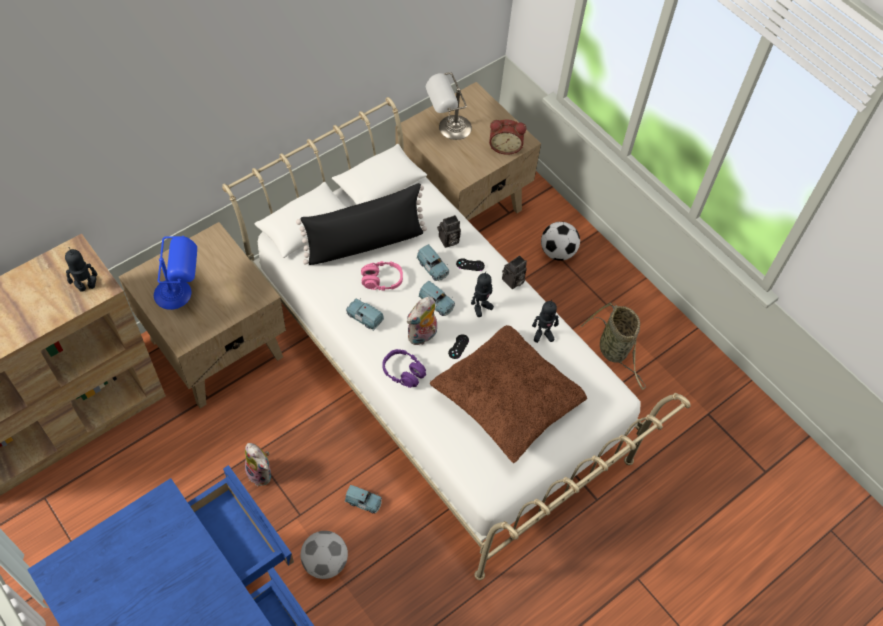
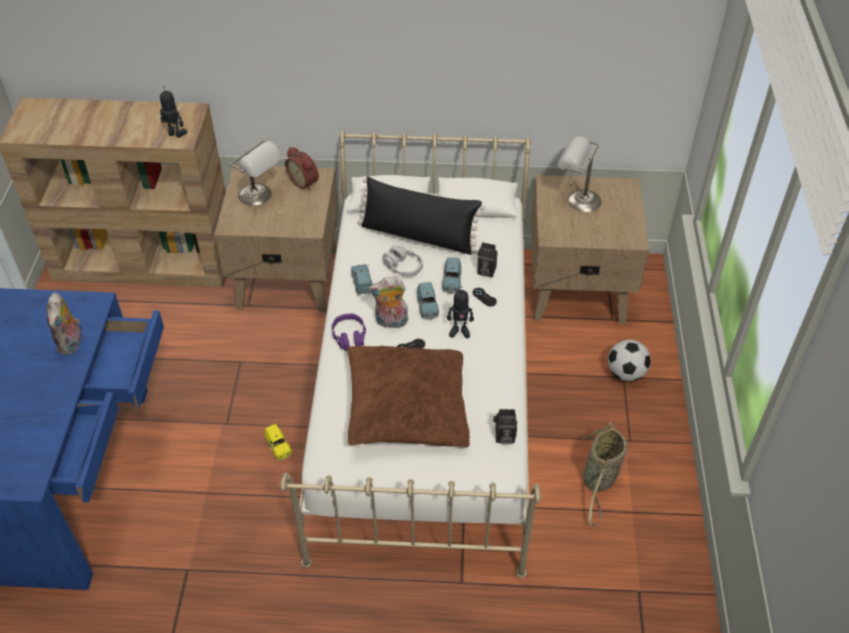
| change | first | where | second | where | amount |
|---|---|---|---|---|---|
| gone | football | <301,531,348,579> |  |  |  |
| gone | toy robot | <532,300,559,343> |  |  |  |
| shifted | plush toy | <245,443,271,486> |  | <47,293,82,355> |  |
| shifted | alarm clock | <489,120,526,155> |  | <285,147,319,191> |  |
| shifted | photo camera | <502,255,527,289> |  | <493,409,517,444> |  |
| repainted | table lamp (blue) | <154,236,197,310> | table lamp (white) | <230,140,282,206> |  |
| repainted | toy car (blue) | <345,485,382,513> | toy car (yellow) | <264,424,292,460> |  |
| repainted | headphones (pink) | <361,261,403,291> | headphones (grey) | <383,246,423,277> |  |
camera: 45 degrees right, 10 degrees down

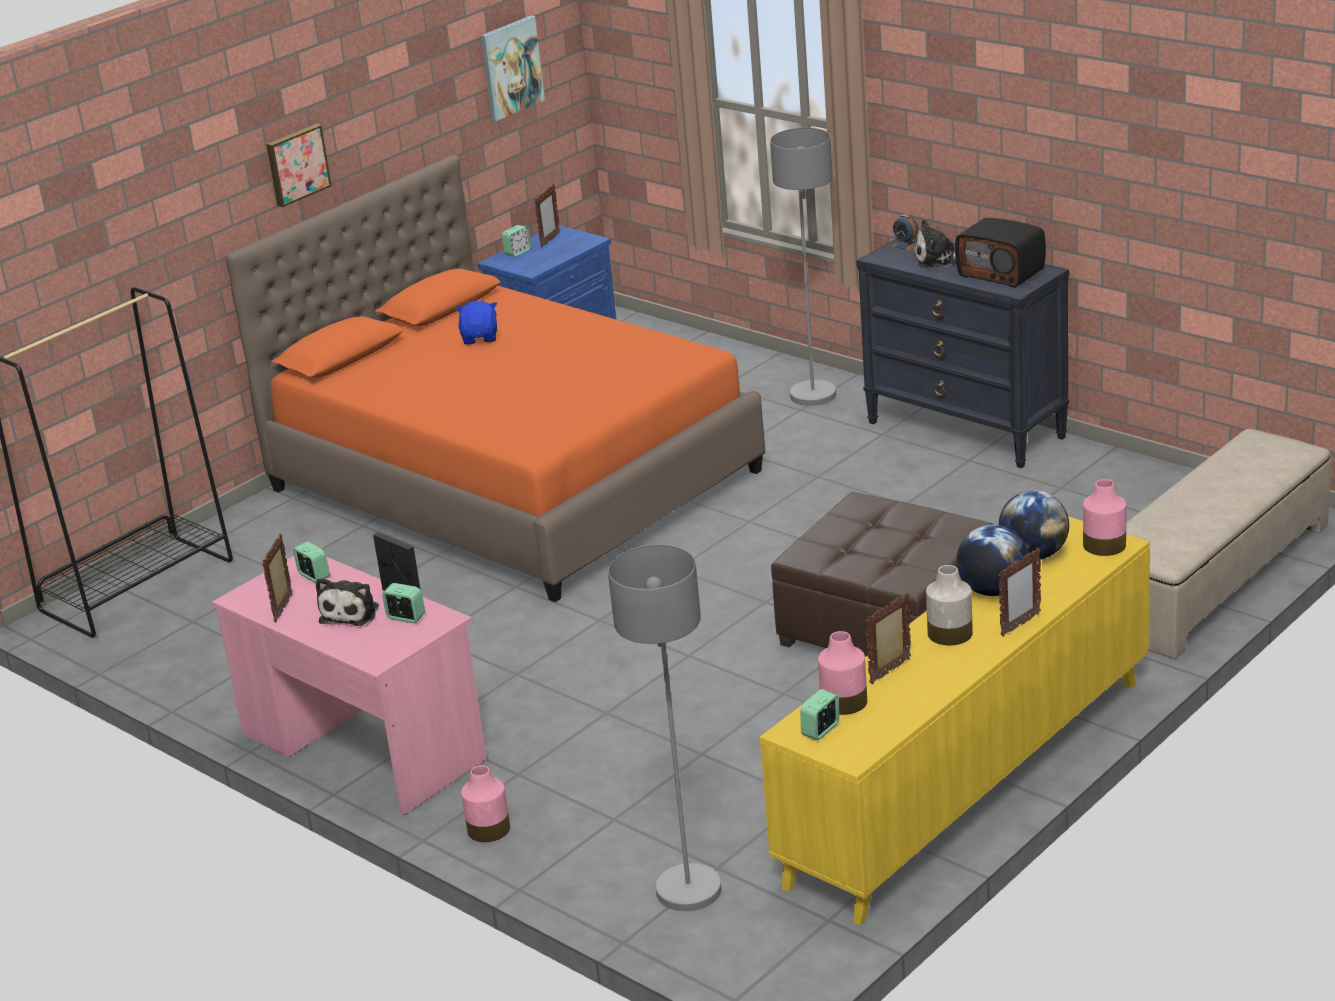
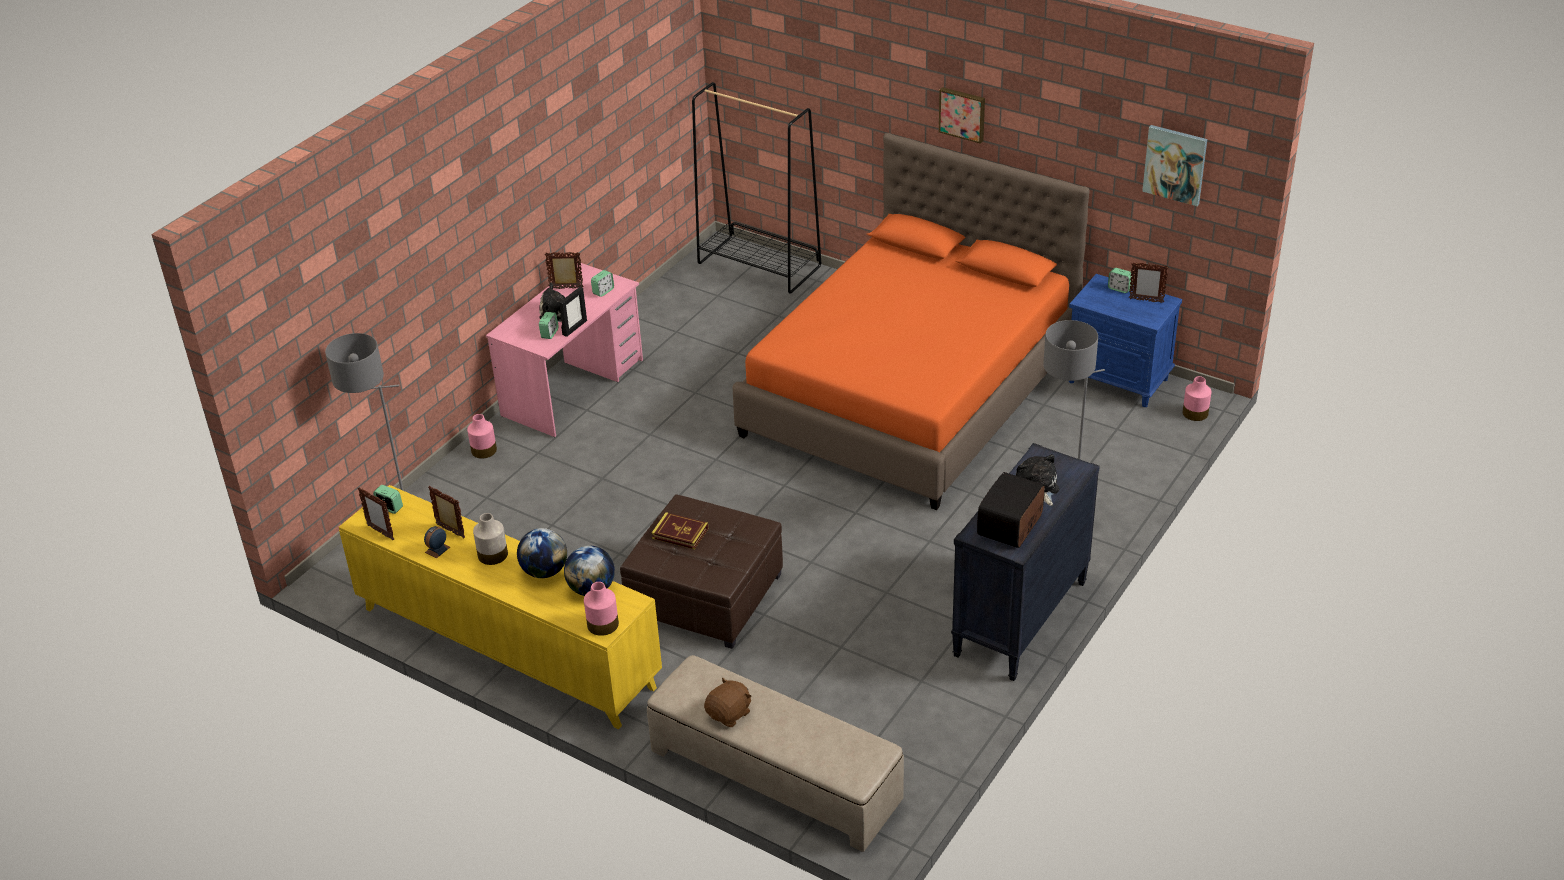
| change | first | where | second | where | amount |
|---|---|---|---|---|---|
| gone | plush toy (blue) | <456,301,497,345> |  |  |  |
| new |  |  | book | <652,512,708,549> |  |
| new |  |  | plush toy (brown) | <704,677,752,727> |  |
| shifted | vase (pink) | <818,631,867,715> |  | <1183,376,1212,421> |  |
| shifted | alarm clock | <892,215,918,251> |  | <424,526,450,558> |  |
| shifted | picture frame | <998,547,1041,637> |  | <358,487,394,540> |  |
camera: 80 degrees right, 10 degrees up

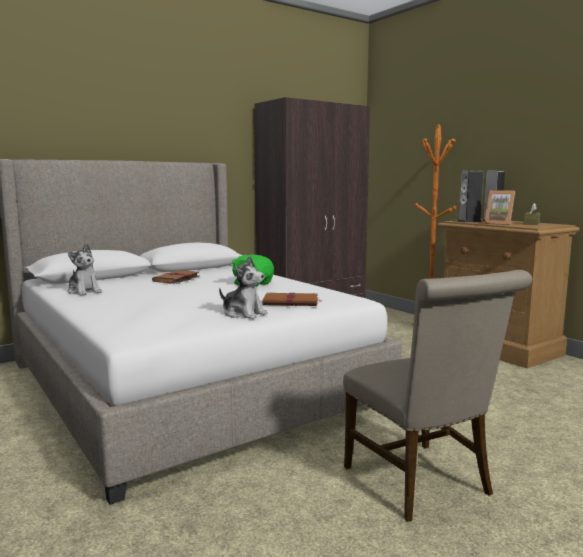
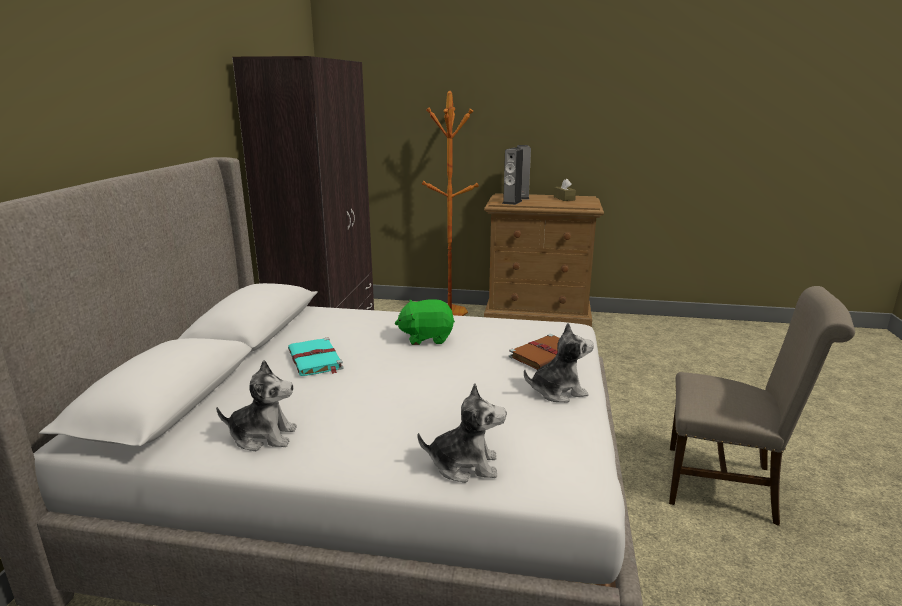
| change | first | where | second | where | amount |
|---|---|---|---|---|---|
| gone | picture frame | <484,190,515,225> |  |  |  |
| new |  |  | plush toy | <418,383,507,483> |  |
| repainted | book (brown) | <152,270,200,284> | book (turquoise) | <288,338,344,376> |  |
camera: 45 degrees left, 10 degrees up

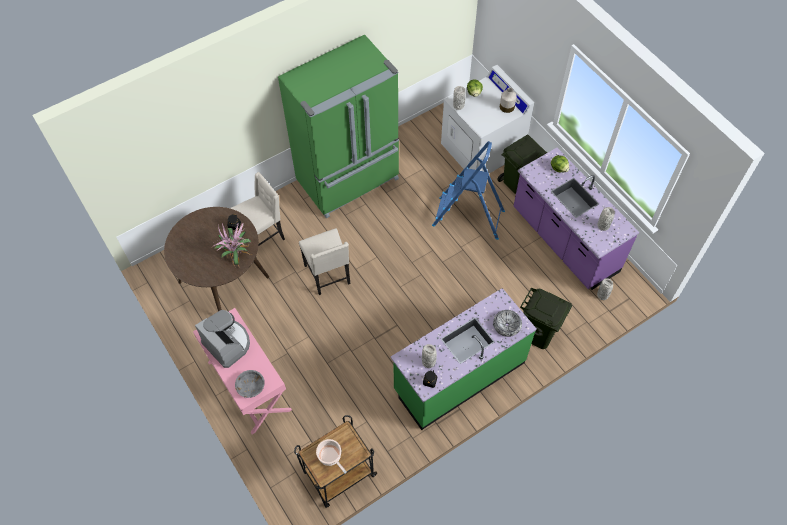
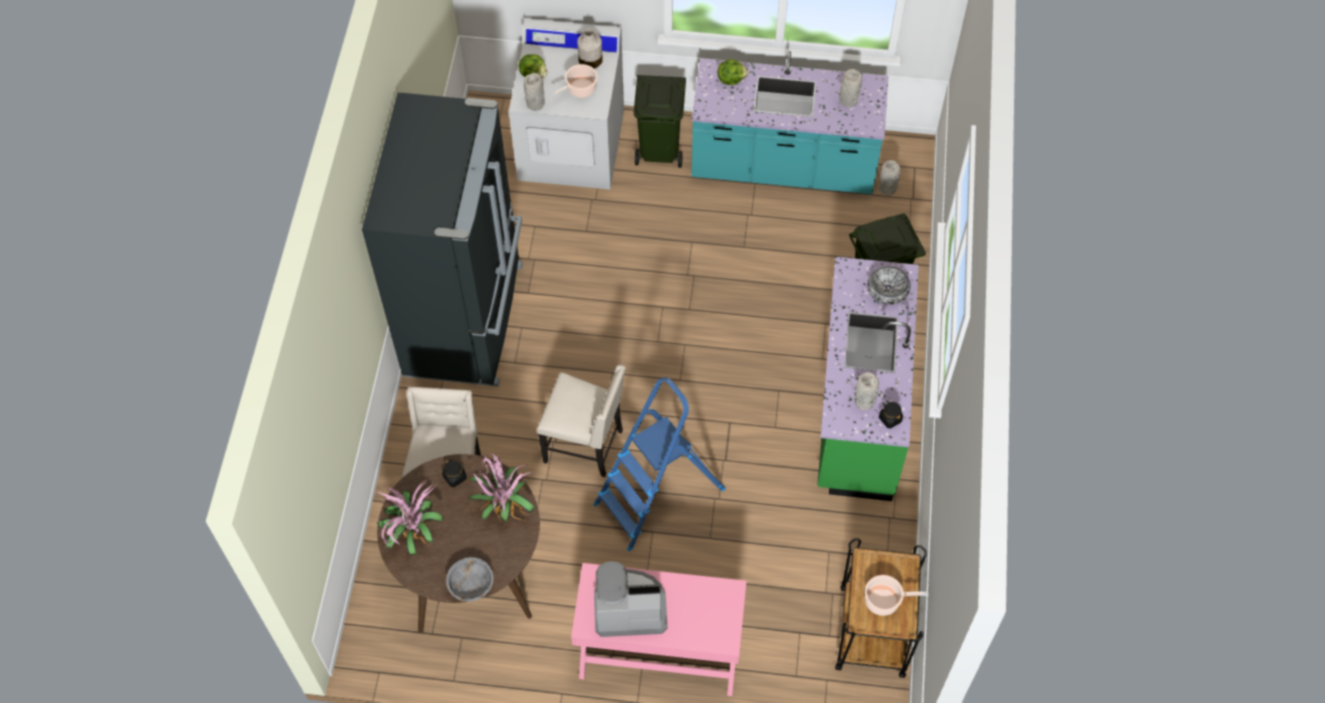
| change | first | where | second | where | amount |
|---|---|---|---|---|---|
| new |  |  | potted plant | <377,480,443,555> |  |
| new |  |  | cooking pot | <552,64,598,98> |  |
| shifted | bowl (grey) | <235,370,265,398> |  | <446,557,494,602> |  |
| shifted | step ladder (blue) | <432,141,505,240> |  | <594,377,726,551> |  |
| repainted | fridge (green) | <278,35,399,218> | fridge (black) | <362,92,523,387> |  |
| repainted | counter (purple) | <514,148,639,290> | counter (turquoise) | <691,51,889,194> |  |
camera: 50 degrees left, 0 degrees up

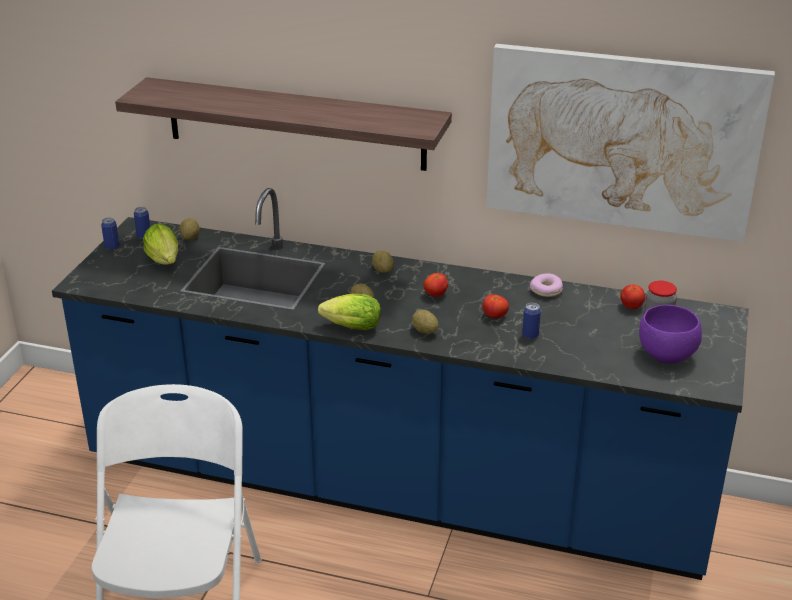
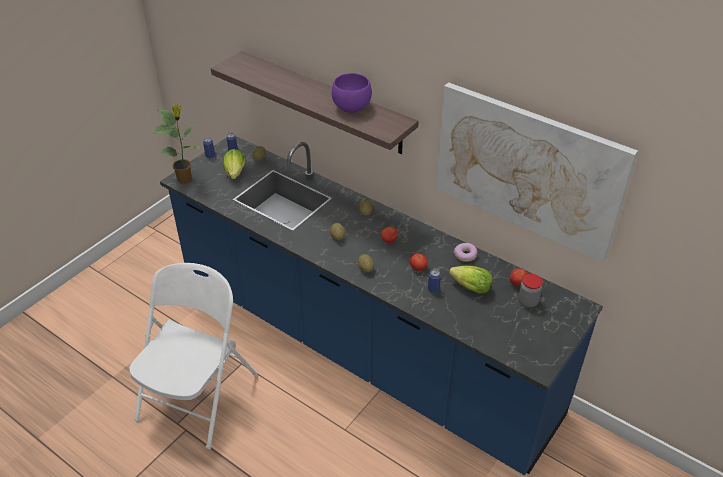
| change | first | where | second | where | amount |
|---|---|---|---|---|---|
| new |  |  | potted plant | <153,104,200,184> |  |
| shifted | lettuce | <318,294,381,330> |  | <449,266,493,294> |  |
| shifted | bowl (purple) | <639,305,702,364> |  | <332,73,372,113> |  |
camera: 20 degrees right, 10 degrees up

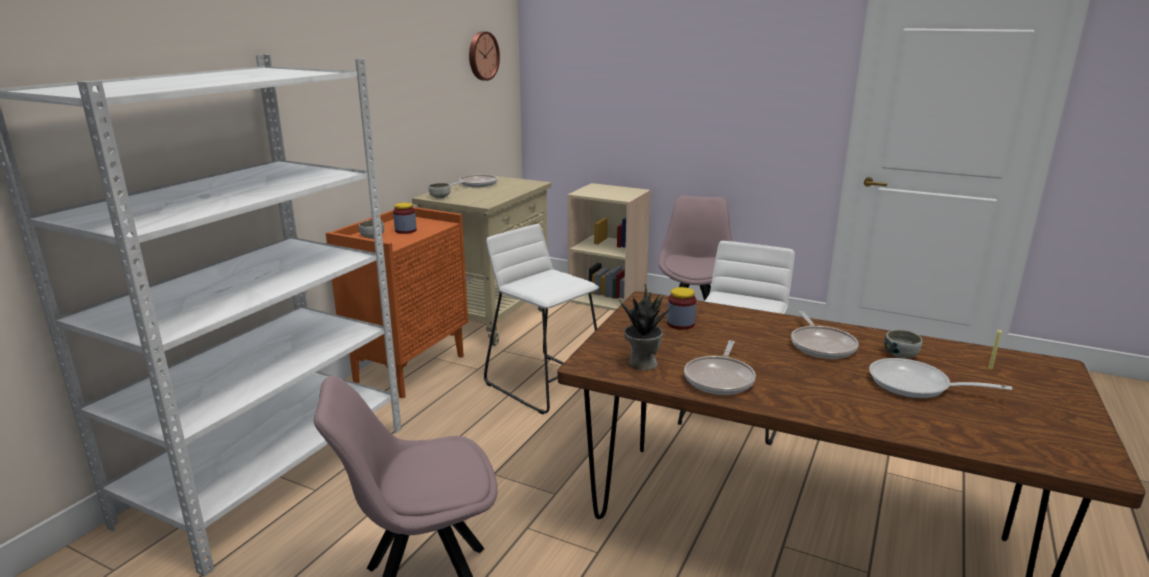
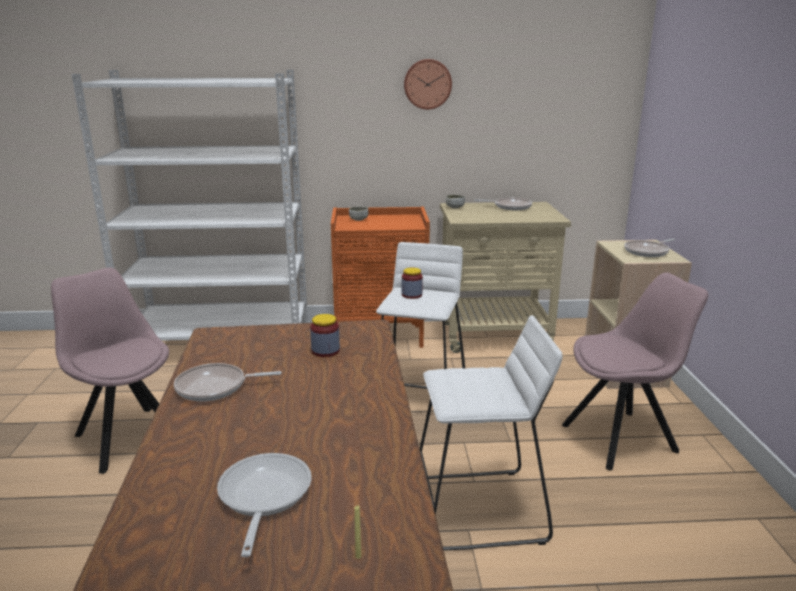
| change | first | where | second | where | amount |
|---|---|---|---|---|---|
| gone | potted plant | <619,284,674,370> |  |  |  |
| gone | bowl | <884,329,923,358> |  |  |  |
| shifted | jar | <393,202,417,234> |  | <402,267,423,299> |  |
| shifted | wall clock | <469,31,500,81> |  | <404,59,452,110> |  |
| shifted | frying pan | <791,311,859,359> |  | <624,238,675,257> |  |
camera: 60 degrees right, 0 degrees up

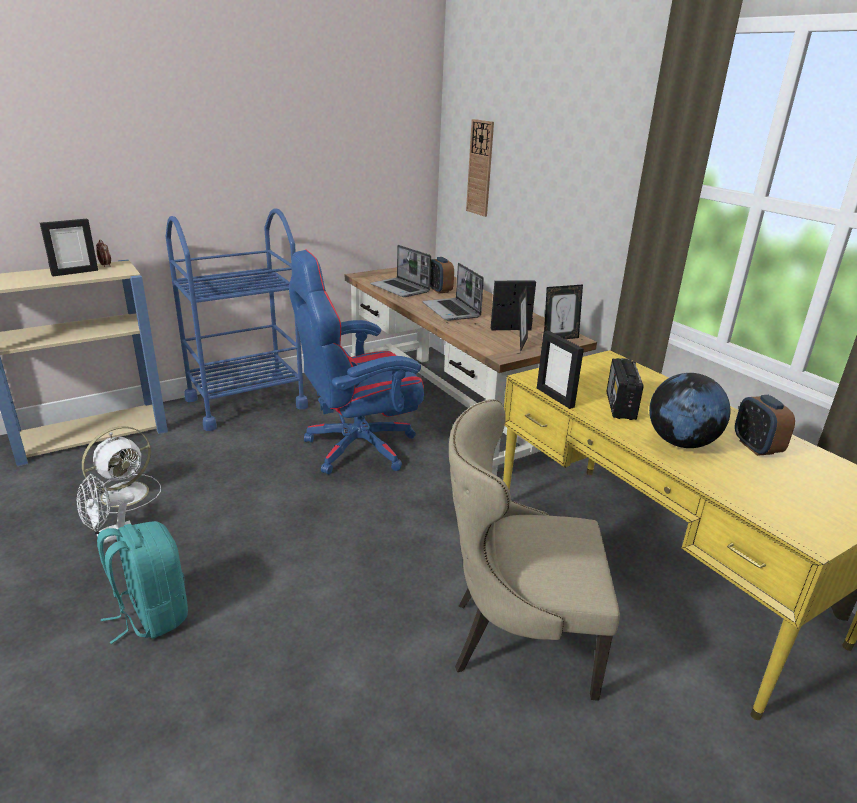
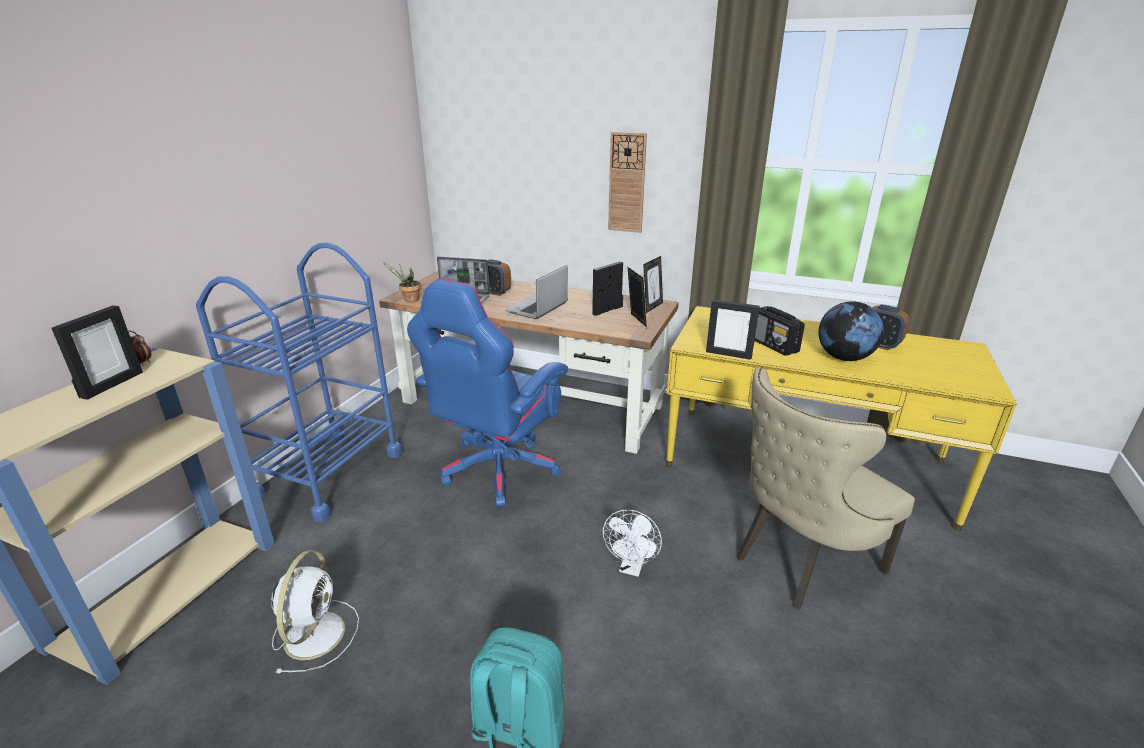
| change | first | where | second | where | amount |
|---|---|---|---|---|---|
| new |  |  | potted plant | <383,262,421,302> |  |
| shifted | fan (white) | <77,474,135,544> |  | <603,510,662,577> |  |
| shifted | wall clock | <466,119,494,217> |  | <608,132,647,233> |  |
| rotated | laptop | <422,263,484,321> |  | <505,265,568,319> | 90 degrees clockwise |
camera: 35 degrees left, 0 degrees up

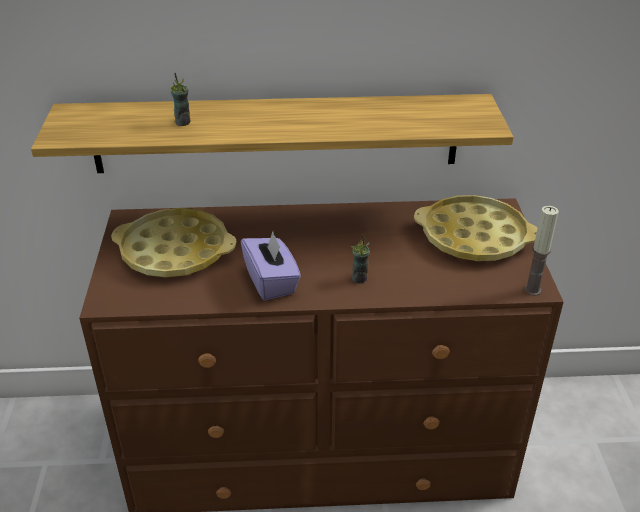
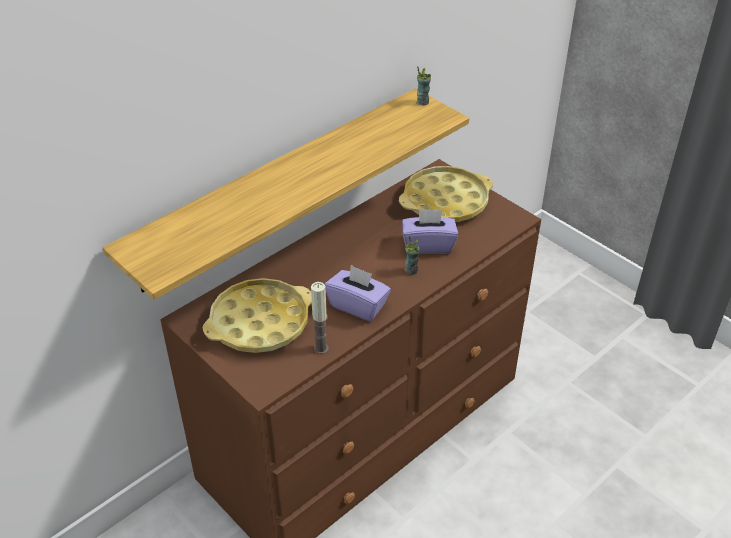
| change | first | where | second | where | amount |
|---|---|---|---|---|---|
| new |  |  | tissue box (purple) | <402,209,458,254> |  |
| shifted | cup | <169,73,191,126> |  | <416,66,431,106> |  |
| shifted | candle | <524,206,559,296> |  | <311,282,329,354> |  |
camera: 40 degrees left, 5 degrees up

